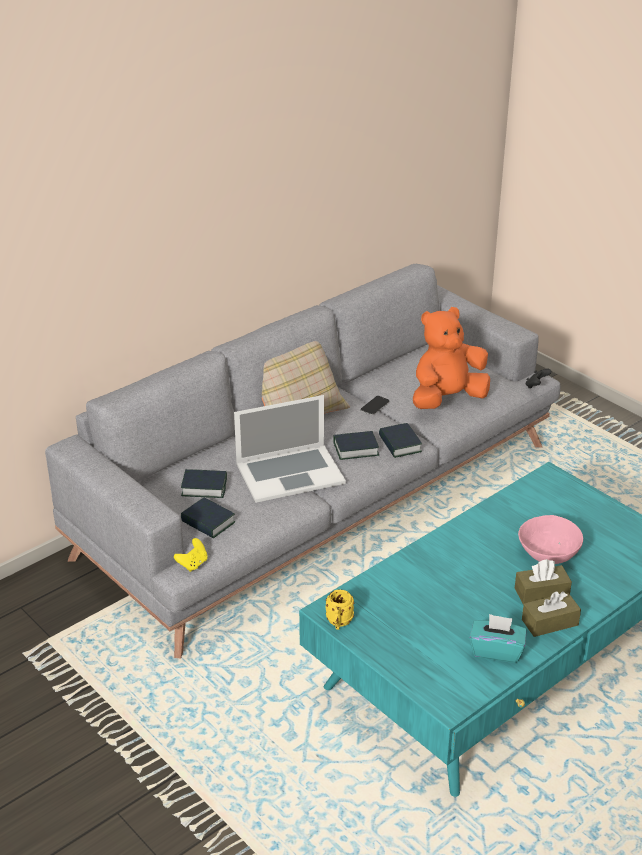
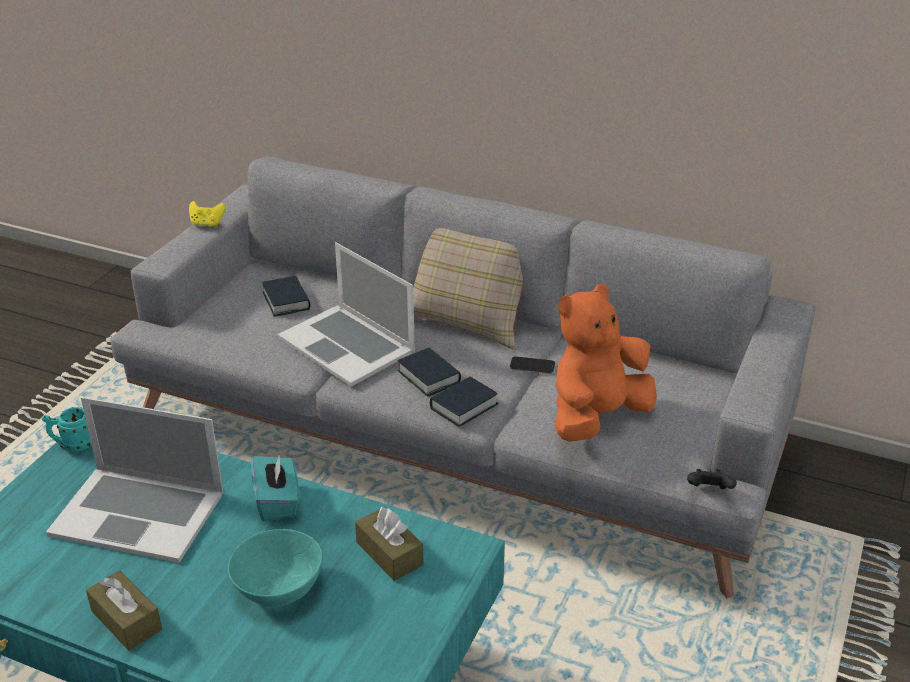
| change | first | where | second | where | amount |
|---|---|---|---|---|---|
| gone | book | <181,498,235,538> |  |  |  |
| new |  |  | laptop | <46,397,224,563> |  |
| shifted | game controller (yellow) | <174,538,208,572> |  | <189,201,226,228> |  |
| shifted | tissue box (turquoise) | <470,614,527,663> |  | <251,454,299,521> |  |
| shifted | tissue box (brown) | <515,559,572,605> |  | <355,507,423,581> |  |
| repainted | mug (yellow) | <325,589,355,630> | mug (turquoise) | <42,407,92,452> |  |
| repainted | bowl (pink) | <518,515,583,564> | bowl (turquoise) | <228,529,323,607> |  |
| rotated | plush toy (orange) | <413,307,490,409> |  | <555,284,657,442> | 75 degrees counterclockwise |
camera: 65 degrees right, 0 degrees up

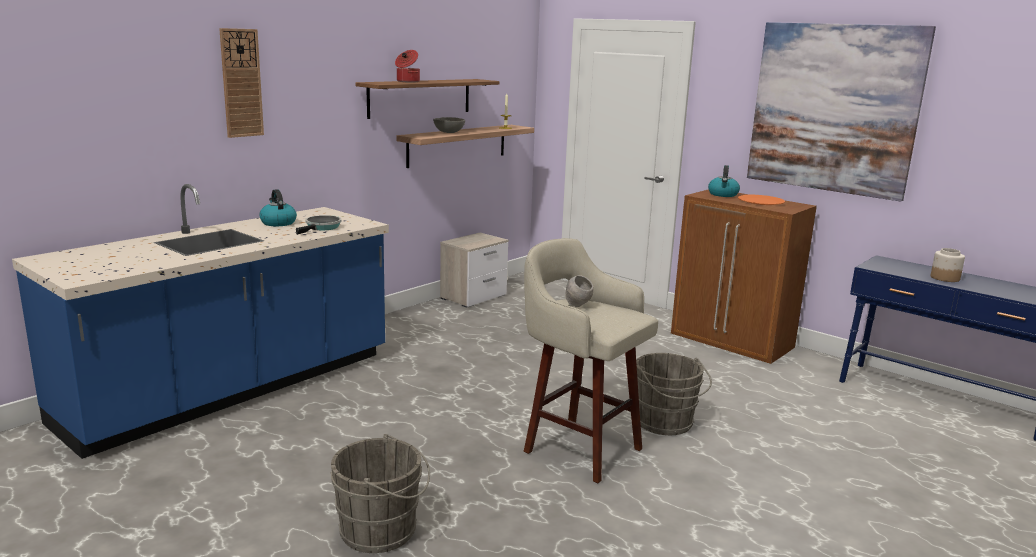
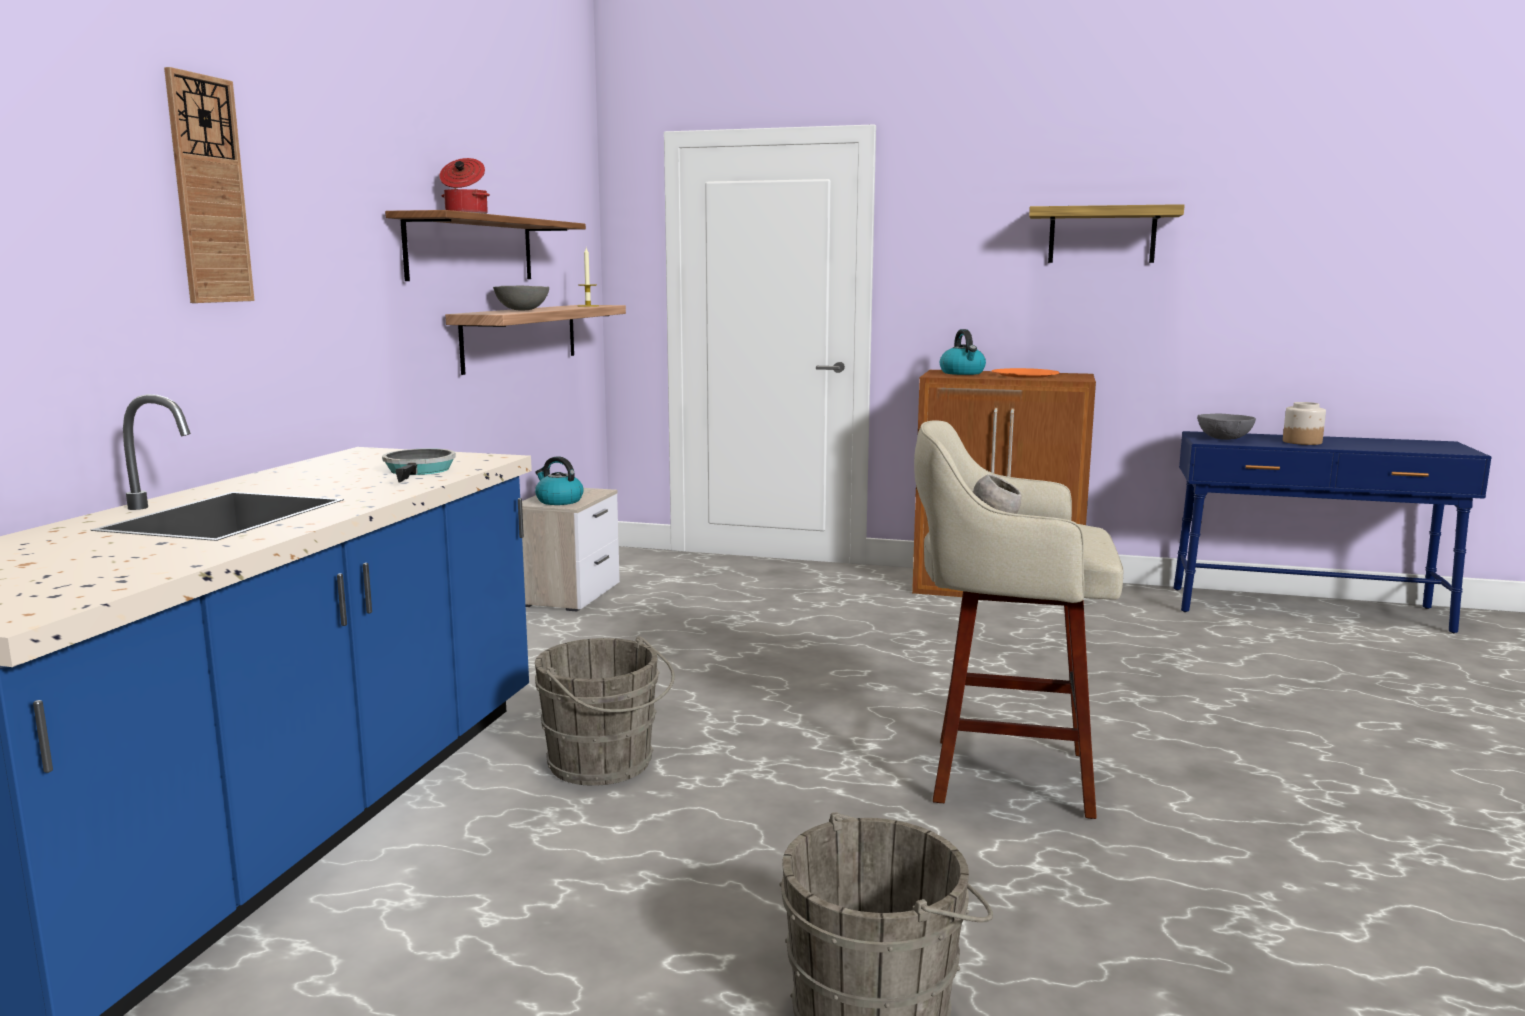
| change | first | where | second | where | amount |
|---|---|---|---|---|---|
| new |  |  | bowl (grey) | <1198,414,1256,440> |  |
| shifted | kettle | <259,189,297,226> |  | <535,456,584,505> |  |
| shifted | bucket (grey) | <636,353,712,435> |  | <535,636,675,786> |  |
| swapped | picture | <747,22,936,202> | shelf | <1029,204,1185,263> |  |
camera: 25 degrees left, 5 degrees down

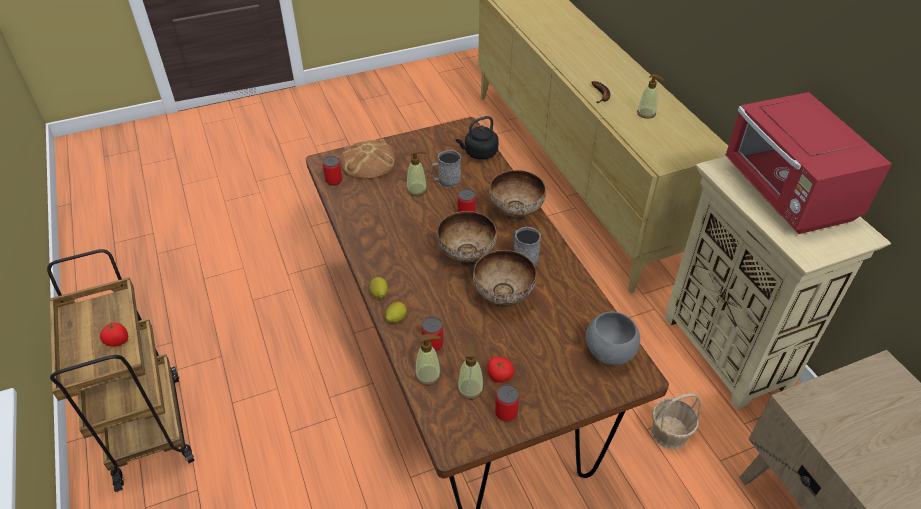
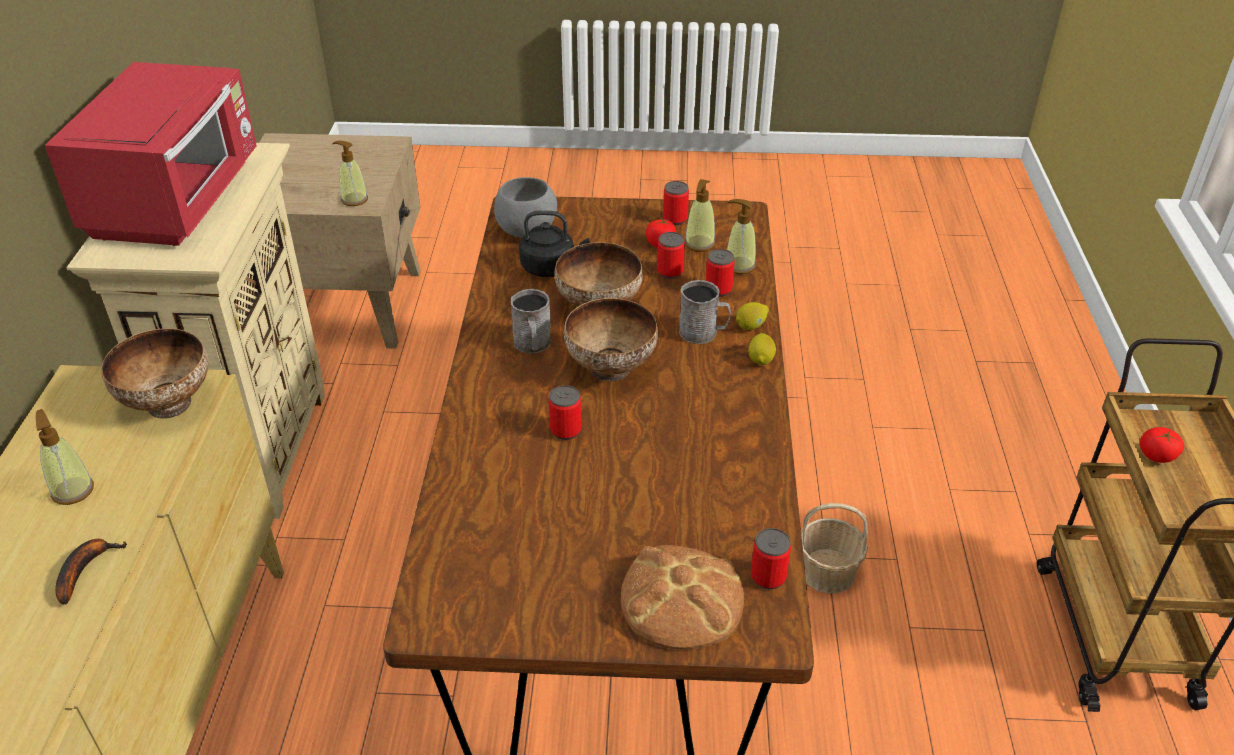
| change | first | where | second | where | amount |
|---|---|---|---|---|---|
| new |  |  | can | <657,232,685,279> |  |
| shifted | soap dispenser | <406,150,427,196> |  | <332,141,368,206> |  |
| shifted | mug (grey) | <431,150,461,188> |  | <679,280,731,344> |  |
| shifted | kettle (black) | <456,116,499,159> |  | <519,210,589,277> |  |
| shifted | bowl | <489,170,546,221> |  | <101,328,208,419> |  |
| shifted | basket | <651,393,701,449> |  | <801,503,868,594> |  |
camera: 155 degrees left, 5 degrees down

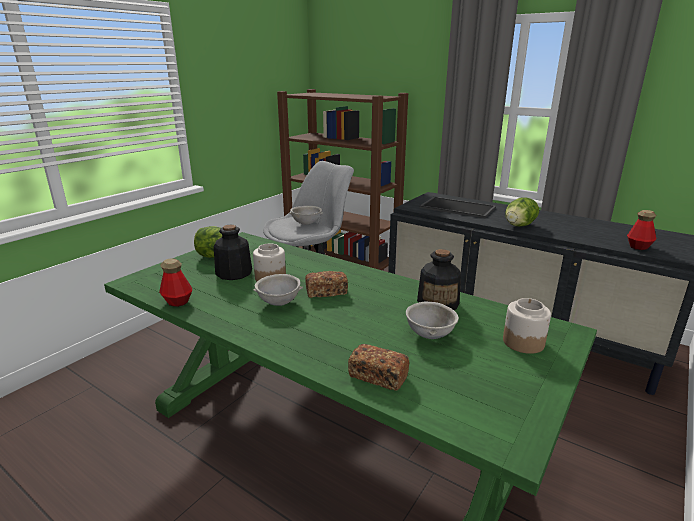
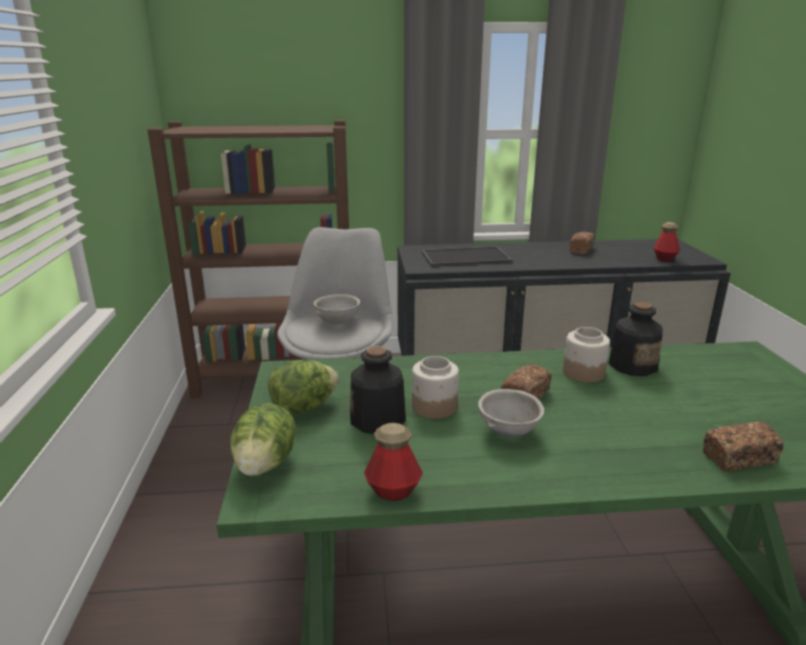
| change | first | where | second | where | amount |
|---|---|---|---|---|---|
| gone | bowl (grey) | <406,301,459,339> |  |  |  |
| new |  |  | bread | <569,232,595,255> |  |
| shifted | jar | <503,298,551,354> |  | <563,327,610,383> |  |
| shifted | lettuce | <505,198,539,226> |  | <230,403,296,476> |  |
camera: 40 degrees left, 0 degrees up

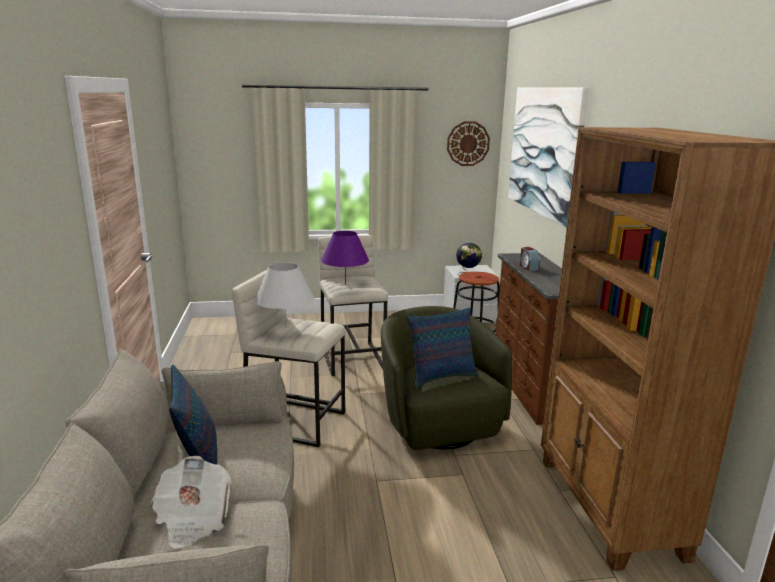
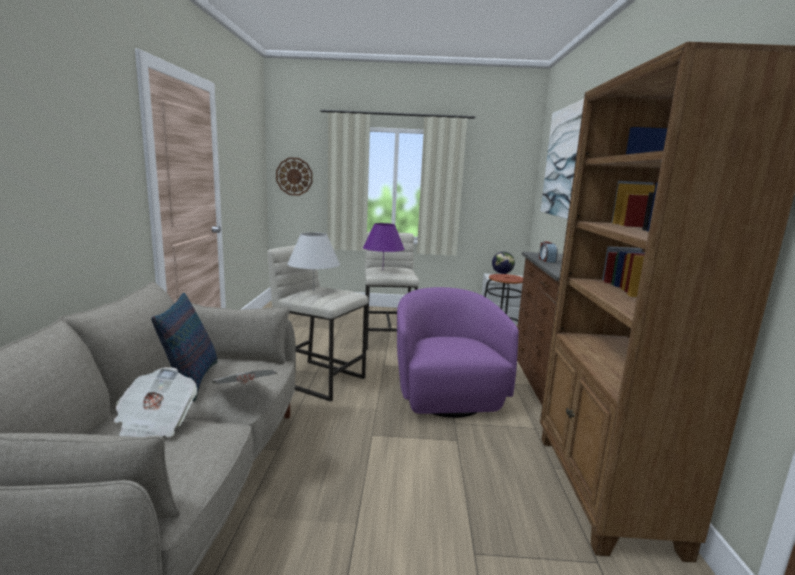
| change | first | where | second | where | amount |
|---|---|---|---|---|---|
| gone | pillow (blue) | <407,308,478,388> |  |  |  |
| new |  |  | newspaper | <209,370,277,384> |  |
| shifted | wall clock | <447,121,490,166> |  | <276,157,313,196> |  |
| repainted | armchair (green) | <381,306,512,450> | armchair (purple) | <397,287,519,418> |  |
camera: 10 degrees right, 5 degrees down

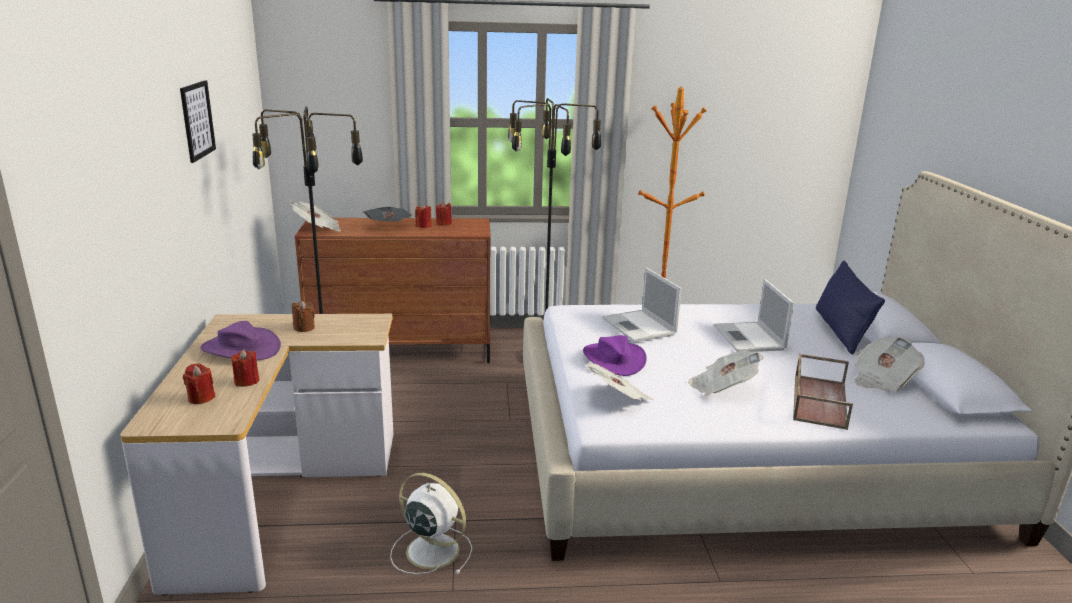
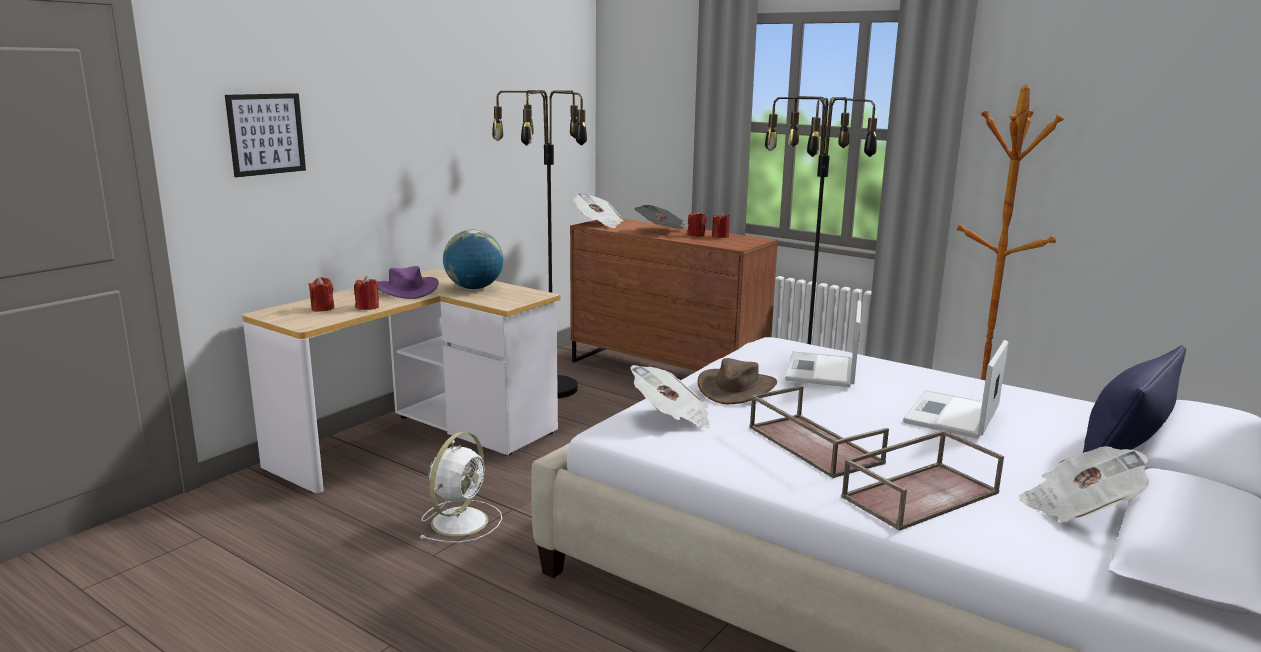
| change | first | where | second | where | amount |
|---|---|---|---|---|---|
| shifted | picture | <180,81,216,163> |  | <225,93,306,177> |  |
| swapped | candle (brown) | <292,301,315,332> | globe | <443,229,503,289> |  |
| swapped | newspaper | <688,349,763,396> | tray (brown) | <749,386,889,478> |  |
| repainted | hat (purple) | <583,335,647,376> | hat (brown) | <698,358,777,404> |  |
| rotated | fan (white) | <390,473,473,574> |  | <420,432,502,543> | 45 degrees clockwise |
camera: 40 degrees right, 5 degrees down

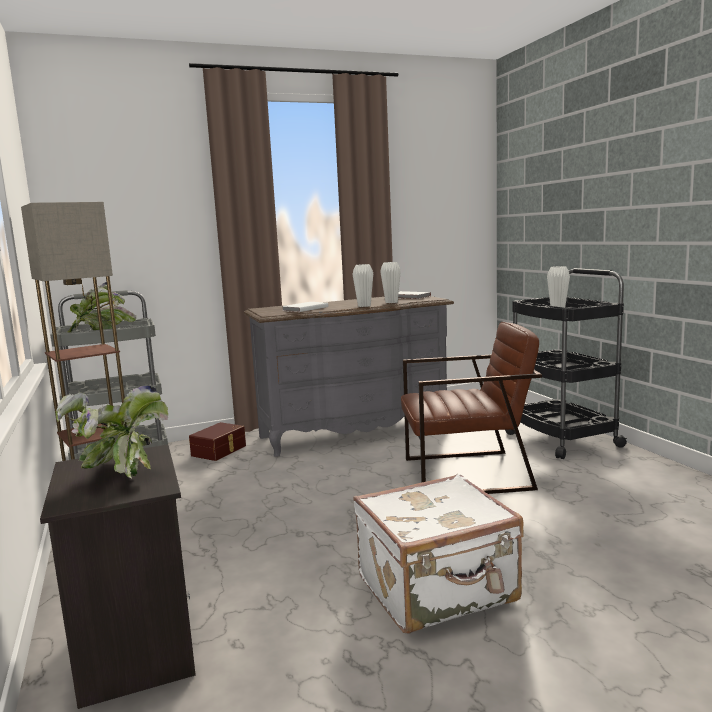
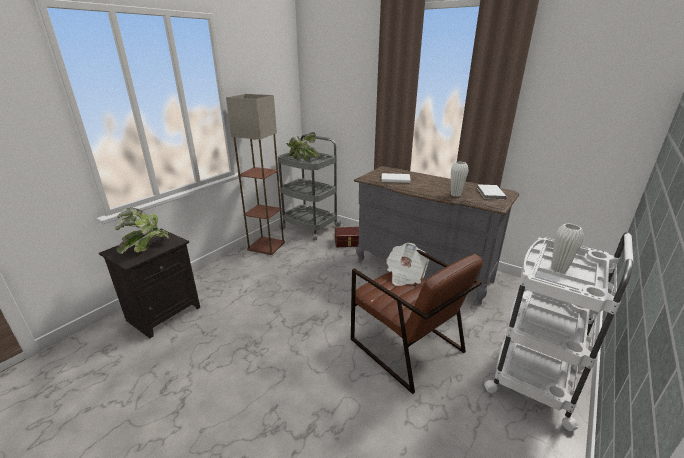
| change | first | where | second | where | amount |
|---|---|---|---|---|---|
| gone | vase (white) | <352,264,373,307> |  |  |  |
| gone | suitcase (white) | <353,473,524,634> |  |  |  |
| new |  |  | newspaper | <386,243,429,286> |  |
| repainted | cart (black) | <505,268,627,459> | cart (white) | <484,232,634,431> |  |
camera: 55 degrees right, 15 degrees up

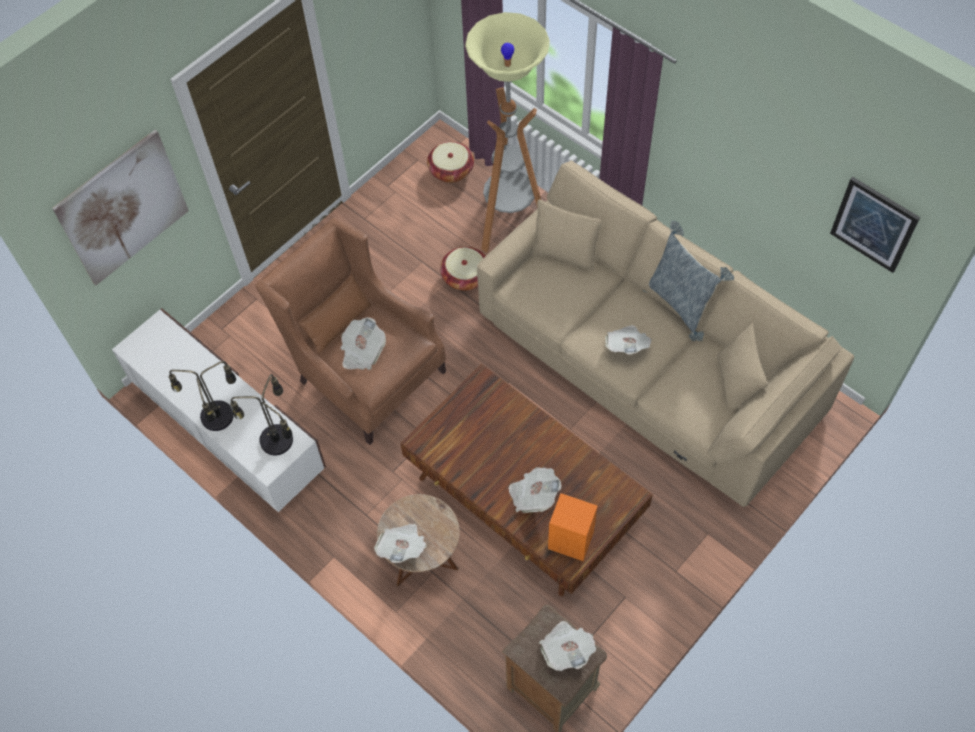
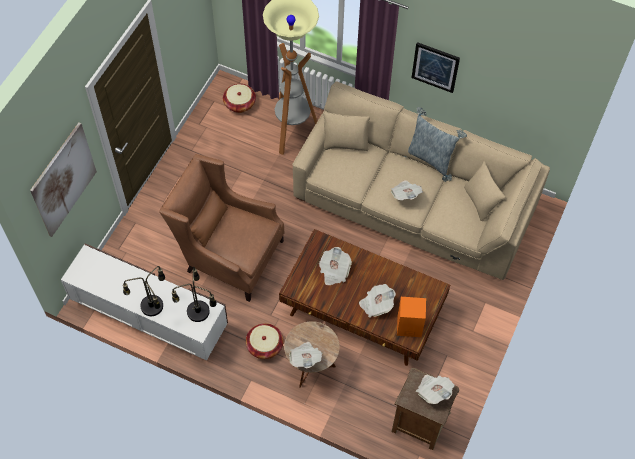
| change | first | where | second | where | amount |
|---|---|---|---|---|---|
| shifted | newspaper | <341,317,386,370> |  | <319,247,352,285> |  |
| shifted | basket | <440,247,486,291> |  | <246,323,284,359> |  |
| shifted | picture | <830,177,920,273> |  | <412,42,460,93> |  |
camera: 20 degrees left, 0 degrees up

